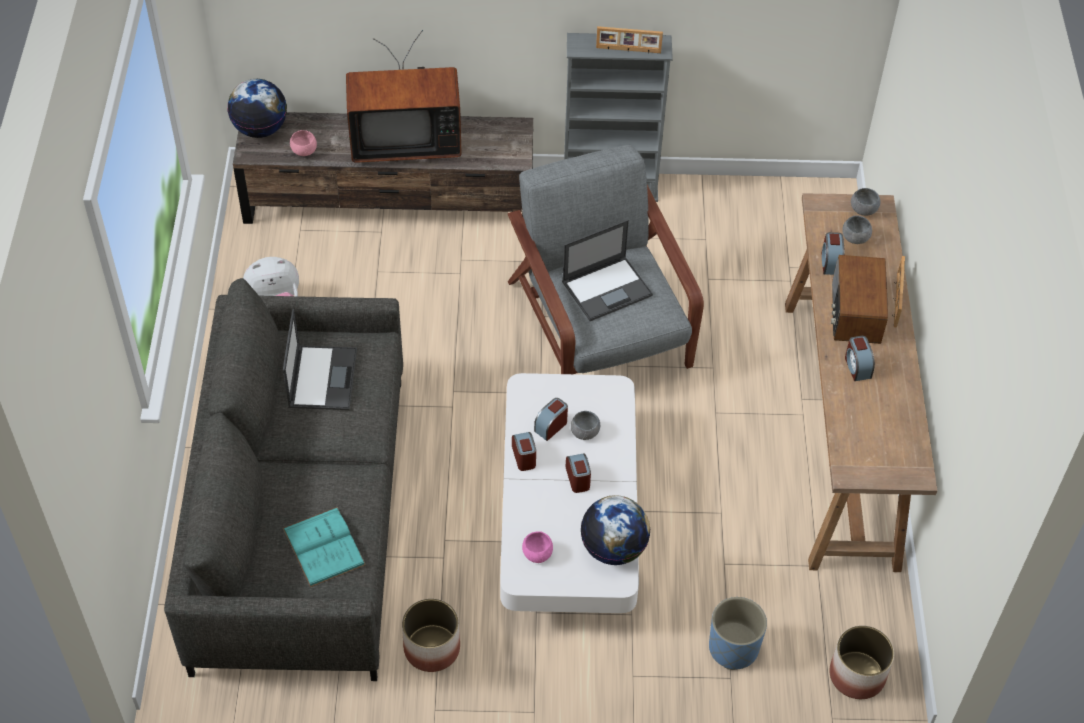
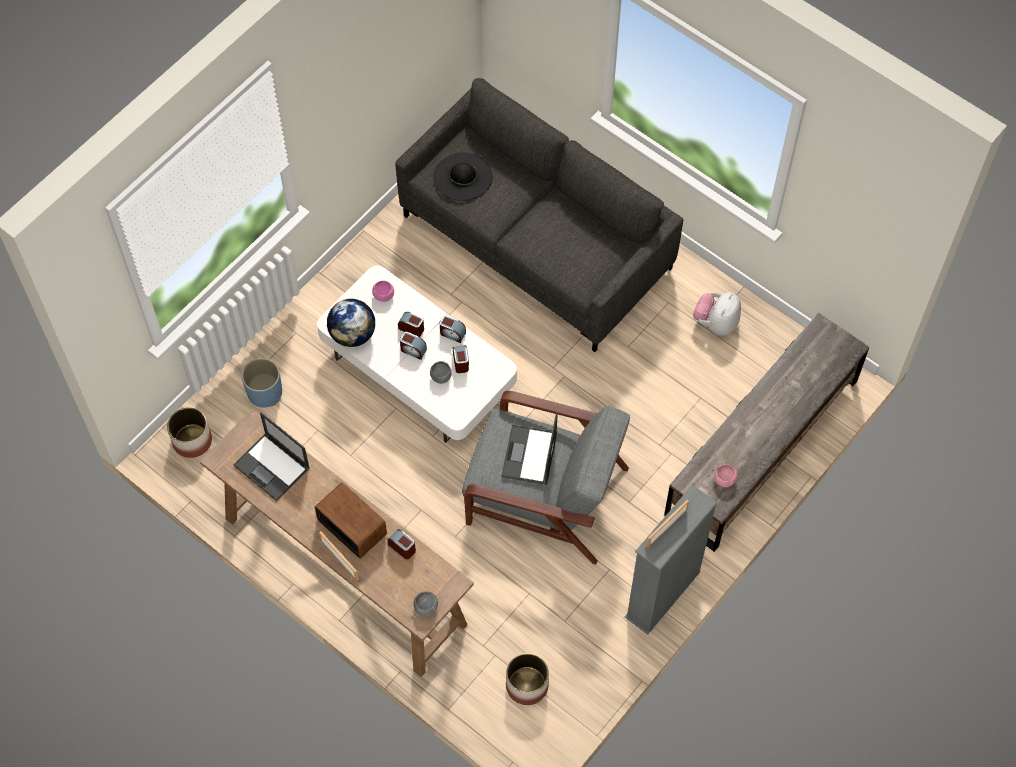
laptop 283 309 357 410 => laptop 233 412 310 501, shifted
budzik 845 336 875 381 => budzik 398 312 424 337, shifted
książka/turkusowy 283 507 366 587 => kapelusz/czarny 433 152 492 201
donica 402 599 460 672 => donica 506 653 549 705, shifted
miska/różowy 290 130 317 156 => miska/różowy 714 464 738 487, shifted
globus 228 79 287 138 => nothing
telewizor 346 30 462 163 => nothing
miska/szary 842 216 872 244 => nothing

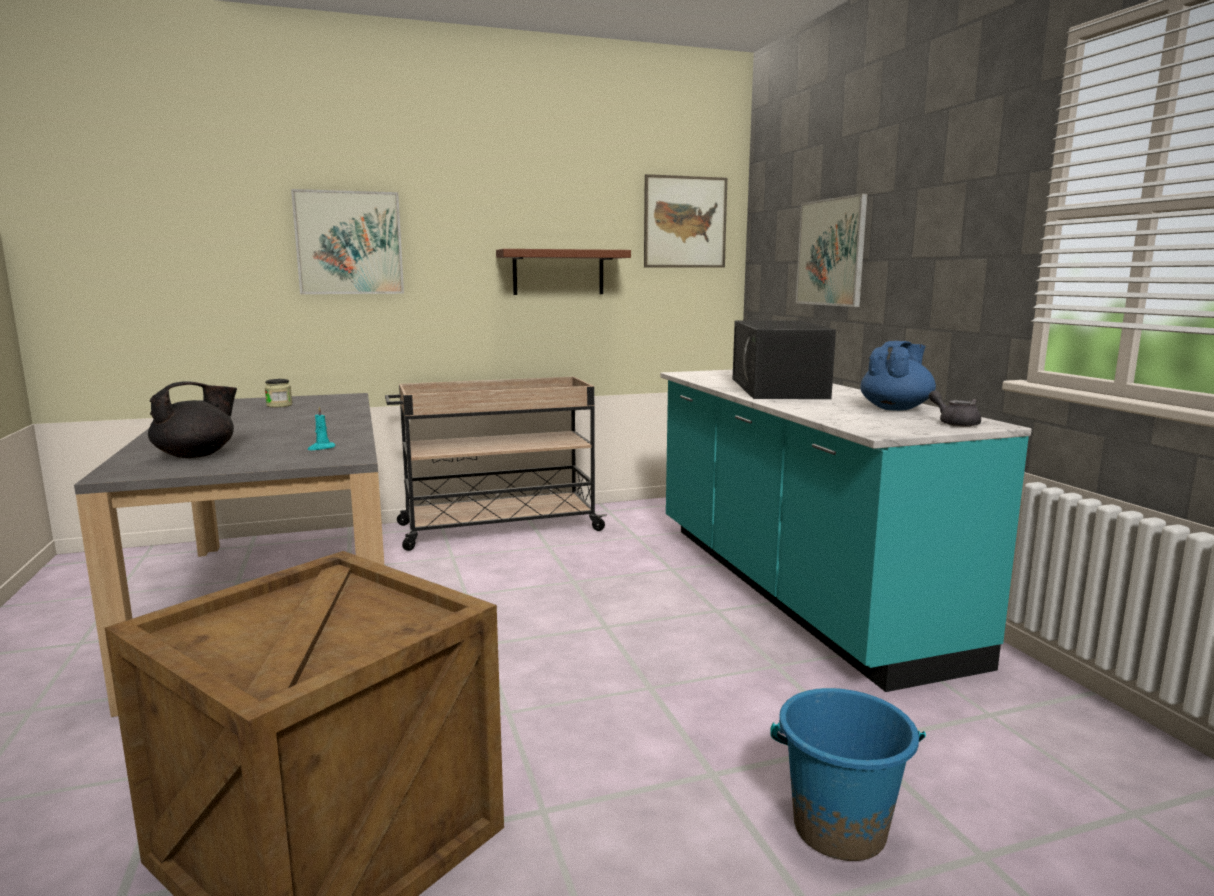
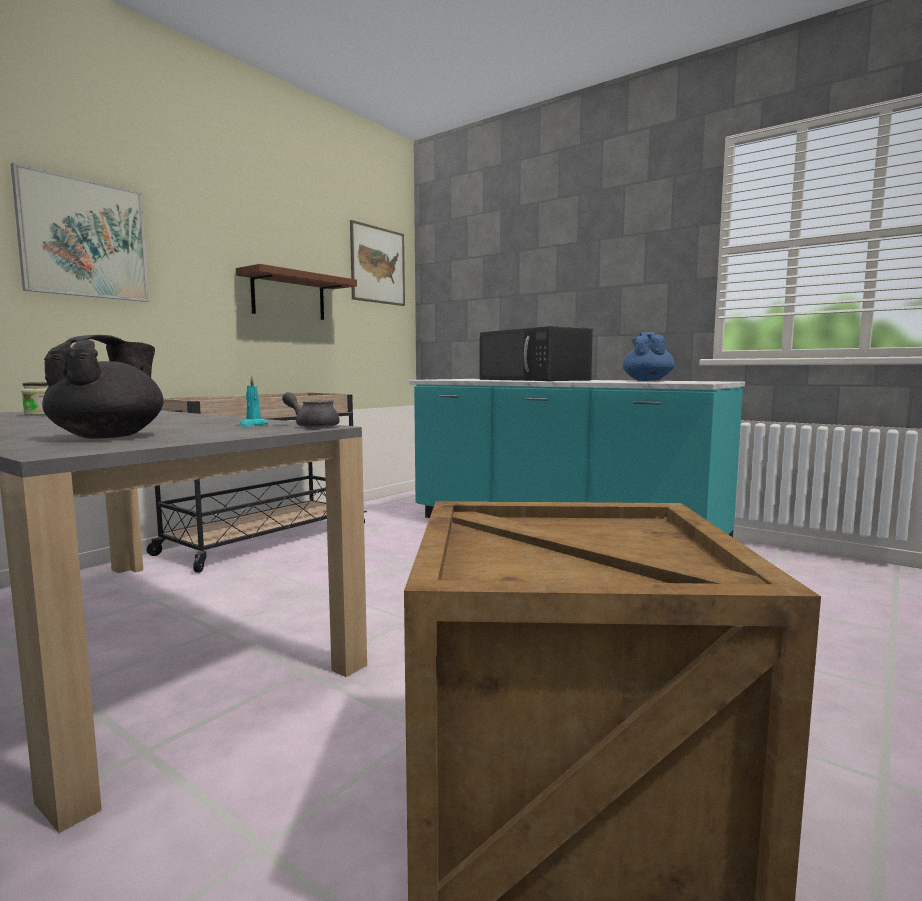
imbryk/szary 929 390 981 427 => imbryk/szary 282 392 340 428, shifted
wiadro/niebieski 770 688 926 861 => nothing
obraz 796 193 867 307 => nothing

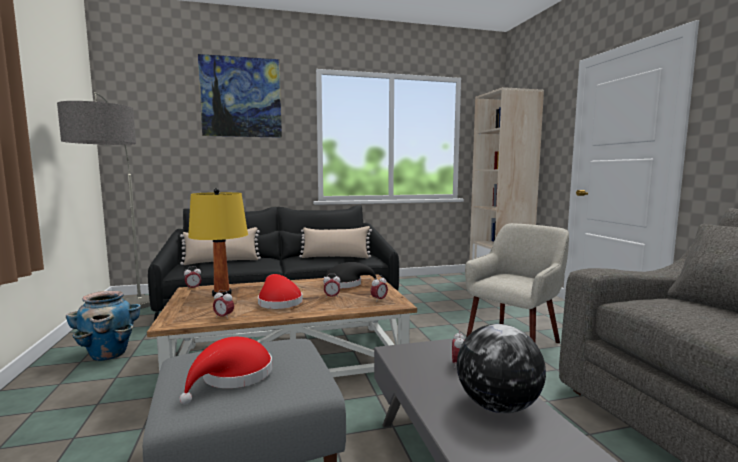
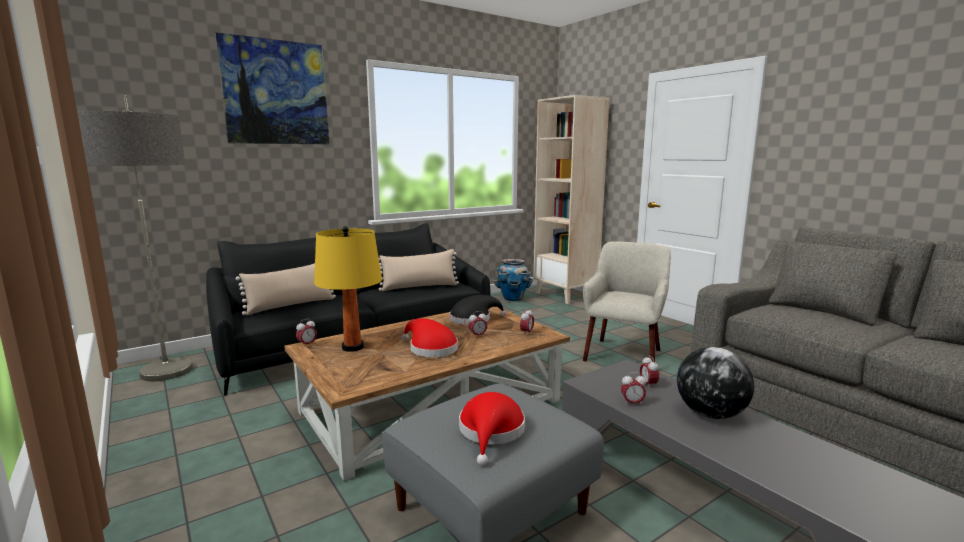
donica 66 291 141 361 => donica 493 259 533 301, shifted
budzik 213 290 234 319 => budzik 621 373 646 405, shifted

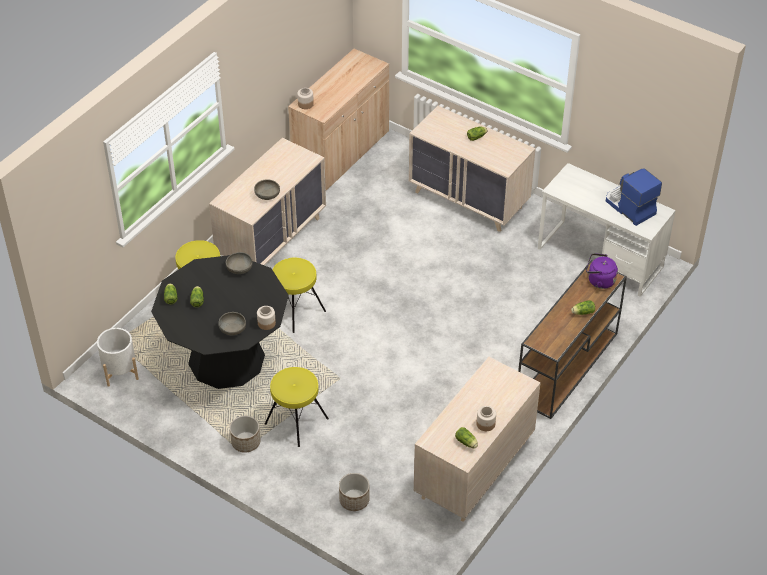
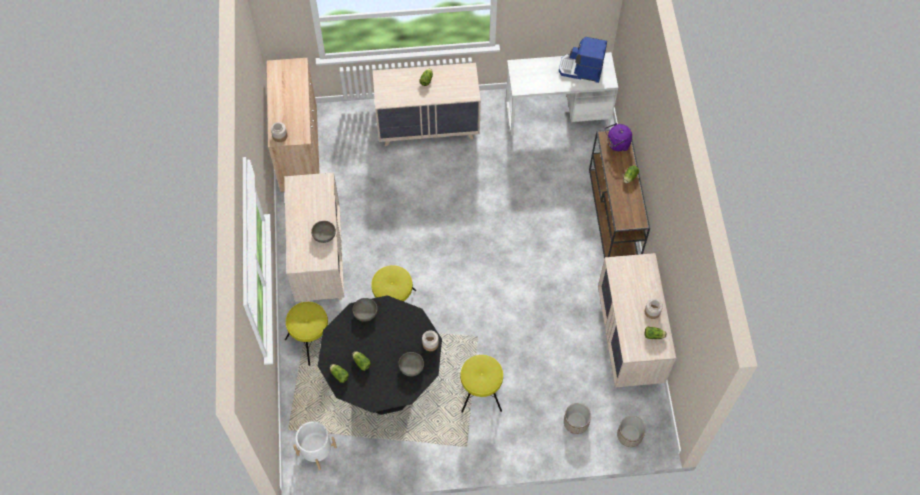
donica 230 416 261 453 => donica 617 416 646 447, shifted

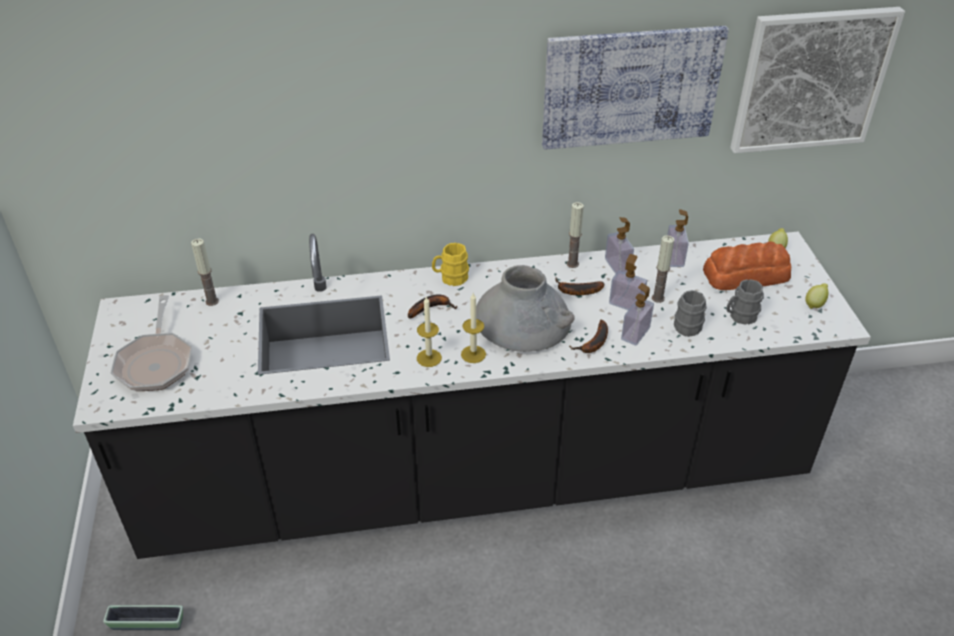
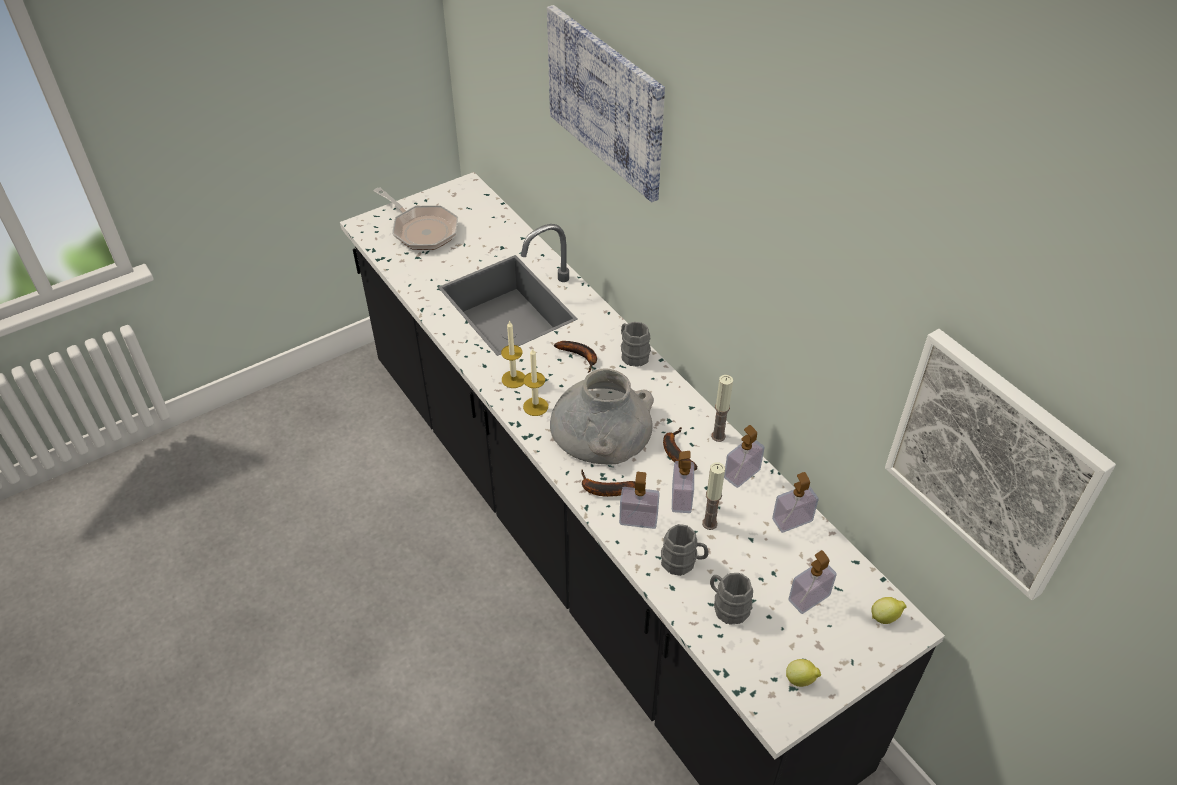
patelnia 111 295 192 391 => patelnia 374 187 458 250, 105 degrees counterclockwise
obraz 542 26 729 150 => obraz 547 5 665 203, shifted
kubek/żółty 432 243 469 286 => kubek/szary 621 322 651 367
chleb 703 241 791 290 => dozownik mydła 788 550 837 614
donica 103 605 183 630 => nothing
świeca 191 238 219 306 => nothing

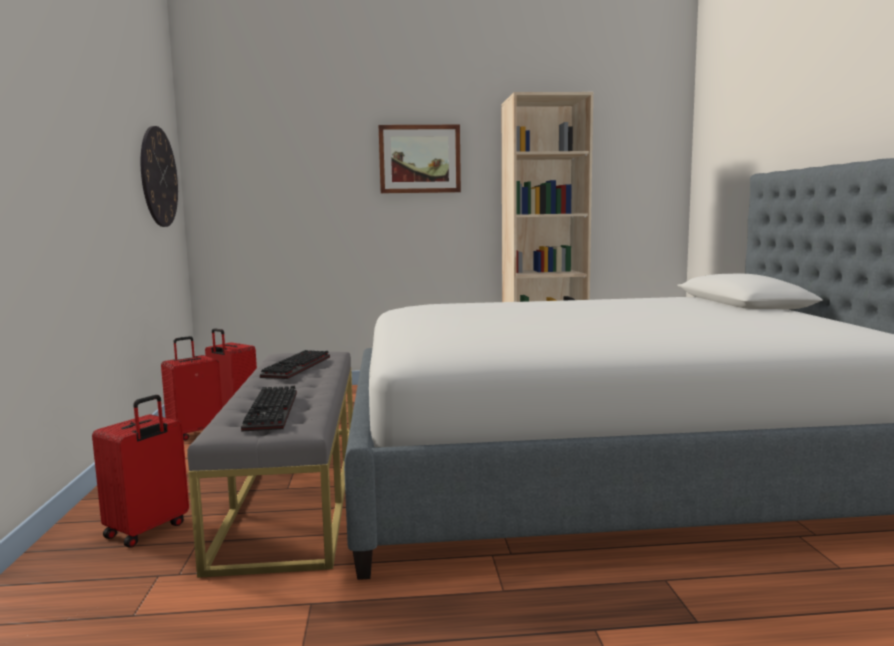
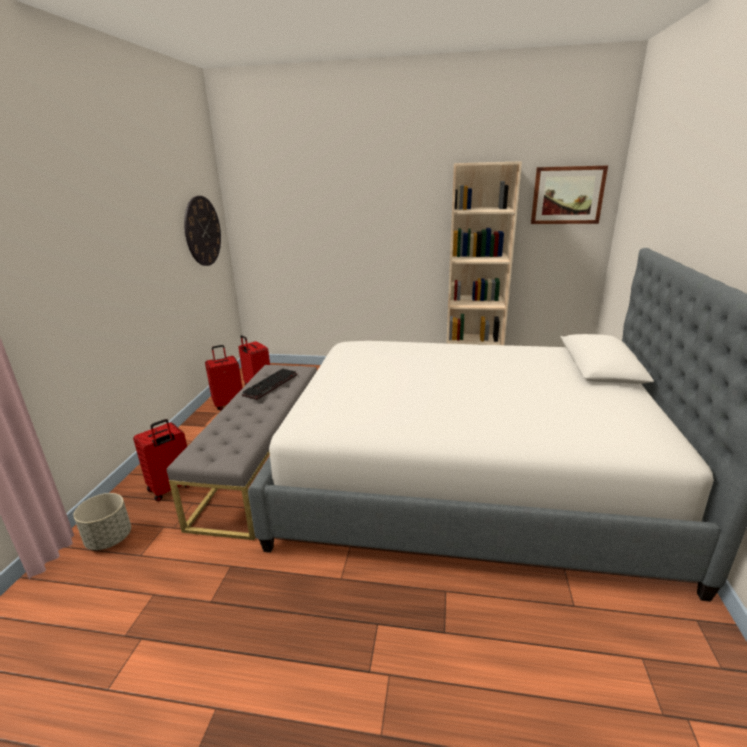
nothing => donica/szary 73 493 131 550
obraz 378 125 461 193 => obraz 531 166 608 224, shifted
klawiatura 241 385 297 432 => nothing

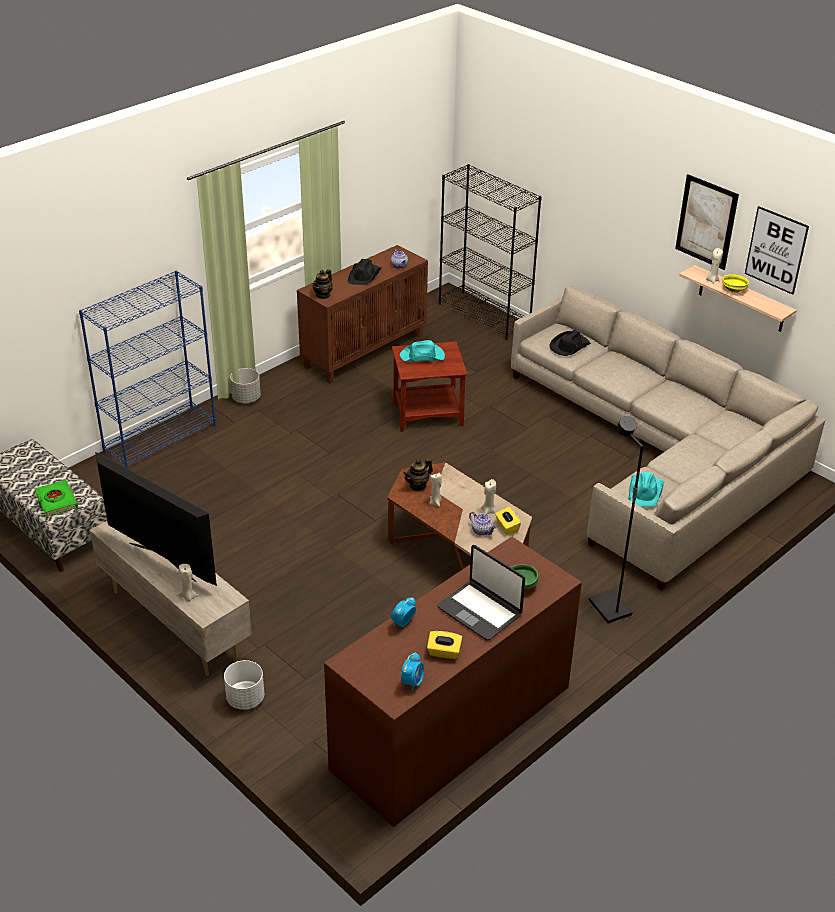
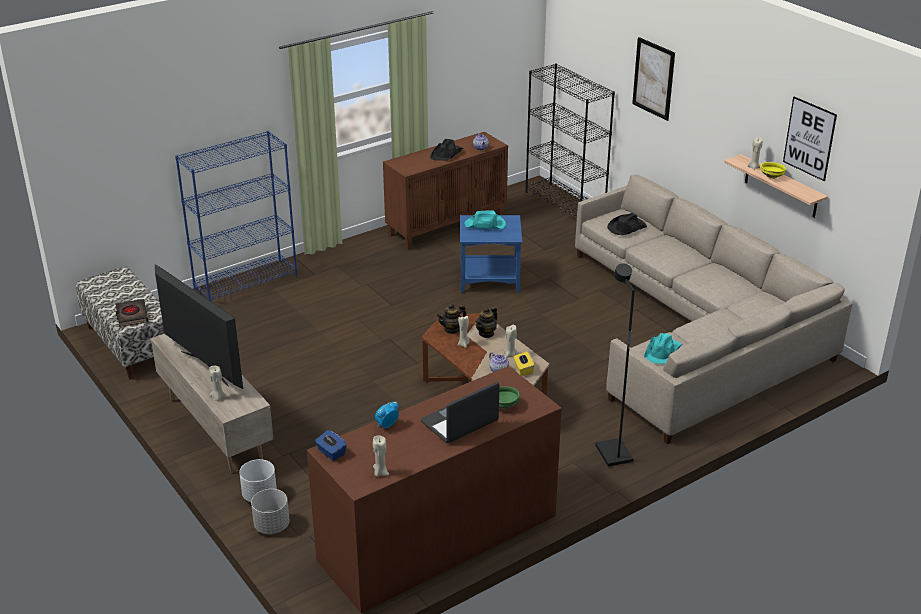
książka/zielony 35 480 78 517 => książka/czarny 115 299 149 327
donica/szary 230 368 261 403 => donica/szary 251 489 289 534, shifted
nothing => pudełko chusteczek/niebieski 315 430 347 461
budzik 401 652 424 692 => świeca/beżowy 373 435 389 477
laptop 437 545 525 641 => laptop 420 382 499 443, 90 degrees clockwise
stolik/brązowy 392 342 468 432 => stolik/niebieski 460 215 522 293
imbryk 313 269 333 299 => imbryk 476 307 497 338, shifted
obraz 675 174 739 270 => obraz 632 37 675 121, shifted
pudełko chusteczek/żółty 427 631 462 659 => nothing

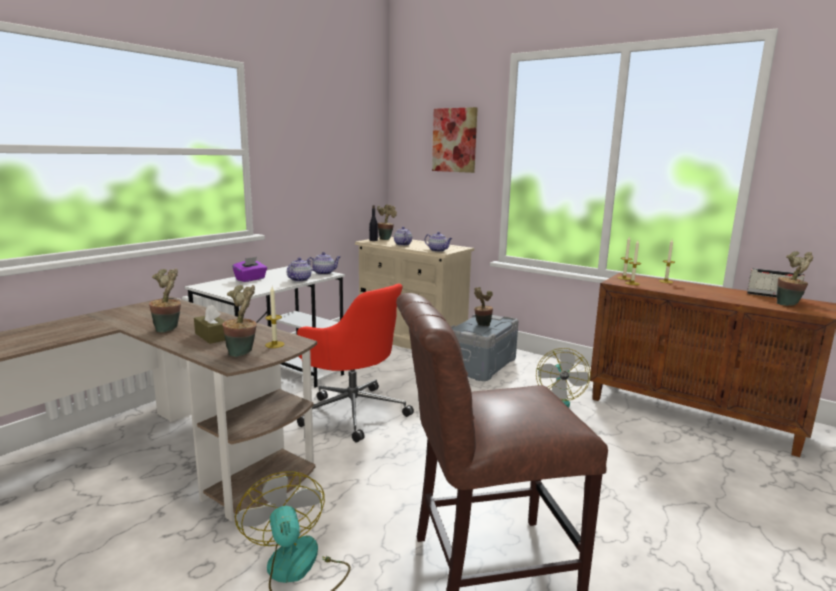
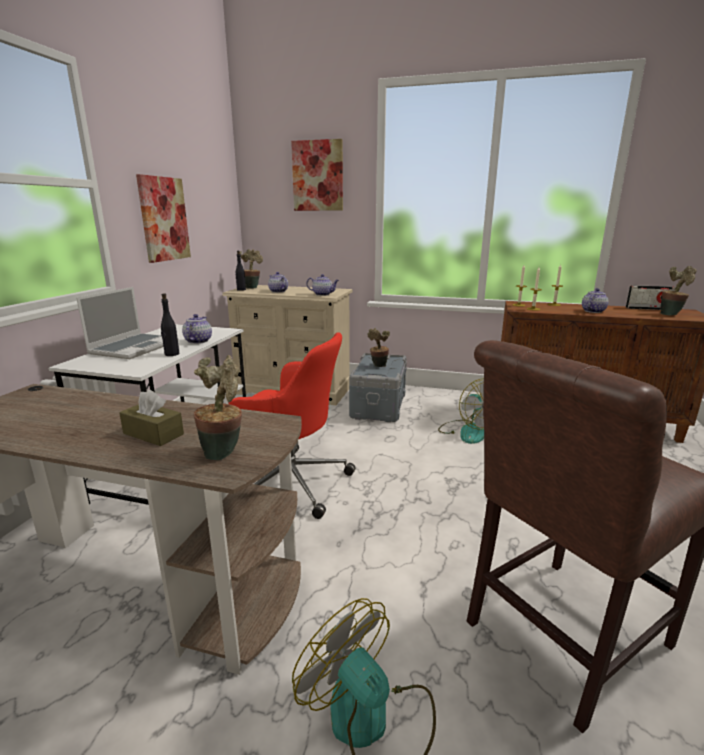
pudełko chusteczek/fioletowy 232 257 267 282 => laptop 76 287 178 359
nothing => obraz 136 174 191 263
nothing => butelka/czarny 161 293 179 356
imbryk 307 252 340 275 => imbryk 582 288 609 313, shifted
roślina doniczkowa 149 268 181 333 => nothing
świeca 265 286 285 348 => nothing

